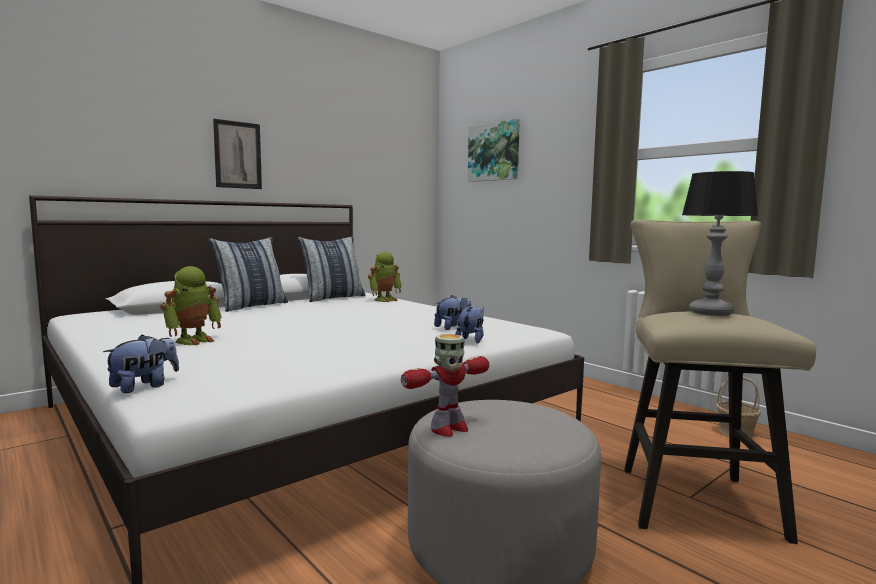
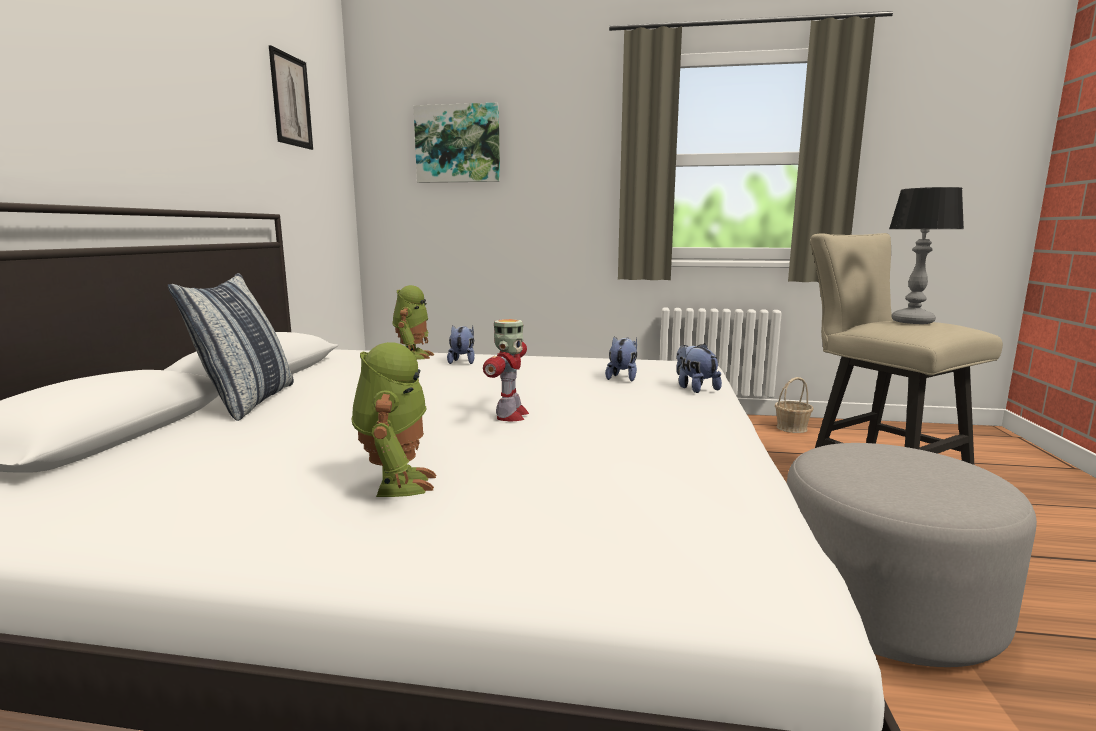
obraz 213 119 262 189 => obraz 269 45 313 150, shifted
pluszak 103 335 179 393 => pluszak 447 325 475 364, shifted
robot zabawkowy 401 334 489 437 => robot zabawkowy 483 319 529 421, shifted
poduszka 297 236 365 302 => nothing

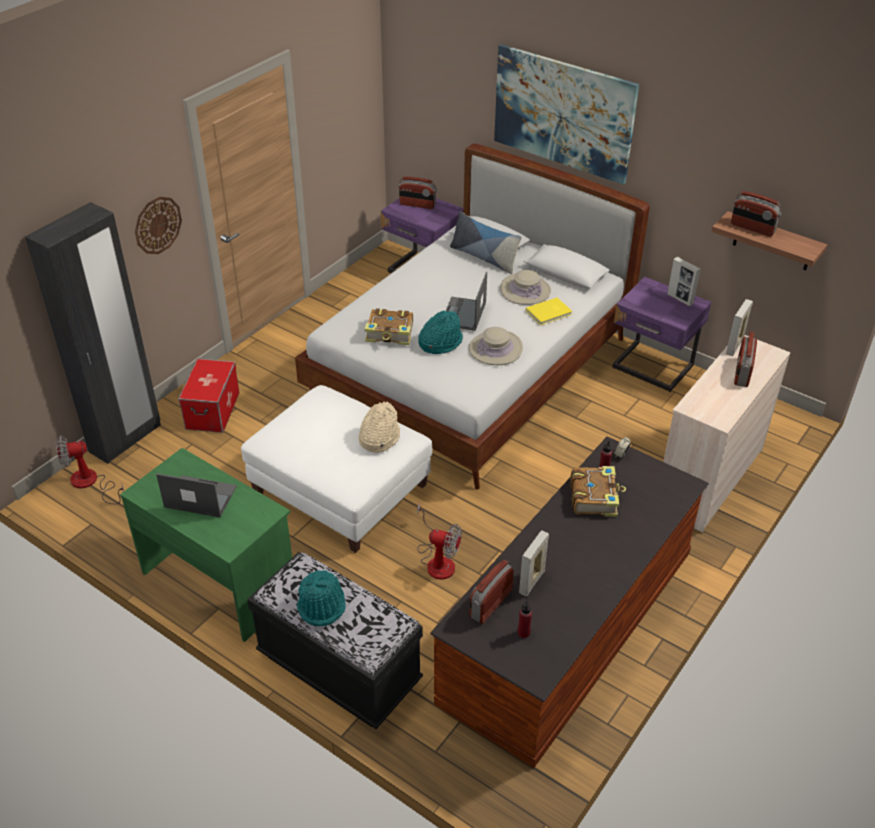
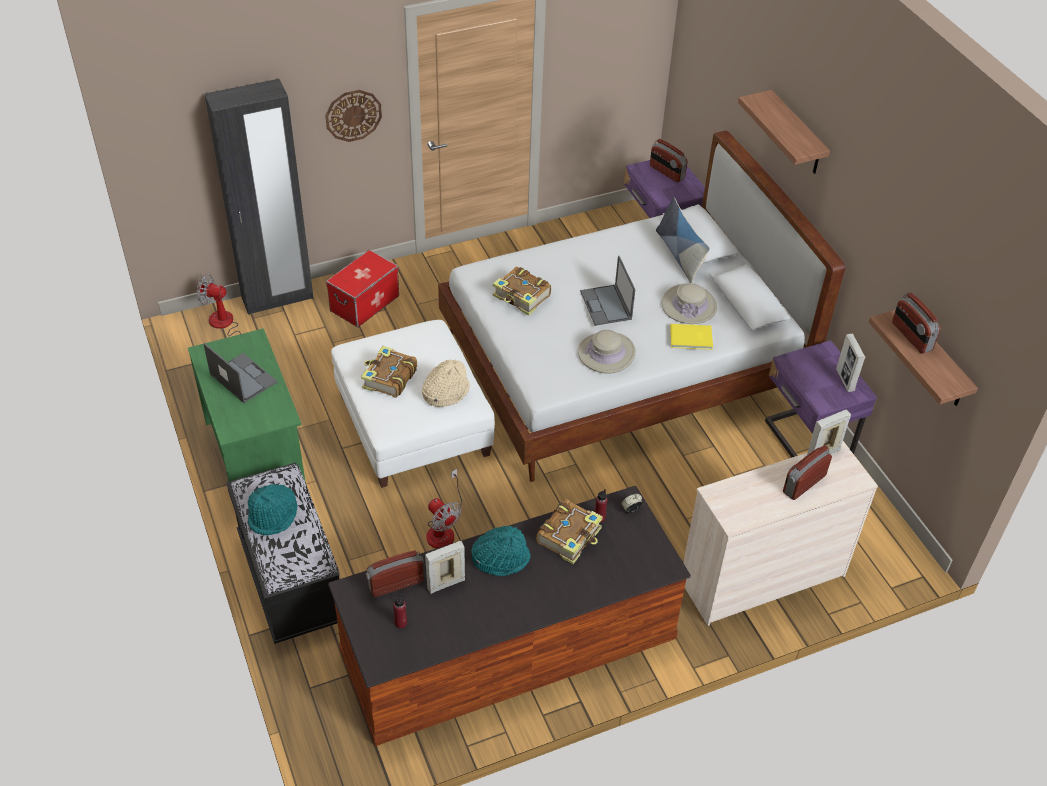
nothing => książka 361 346 417 398
kapelusz/turkusowy 418 311 463 354 => kapelusz/turkusowy 472 526 530 576, shifted
laptop 446 272 487 331 => laptop 580 256 635 326, 60 degrees counterclockwise
obraz 494 44 639 185 => półka 738 90 830 174

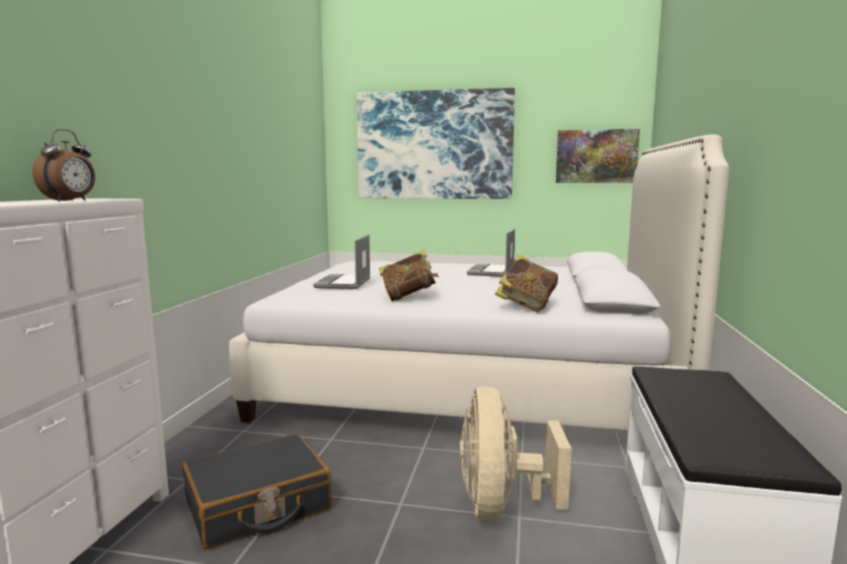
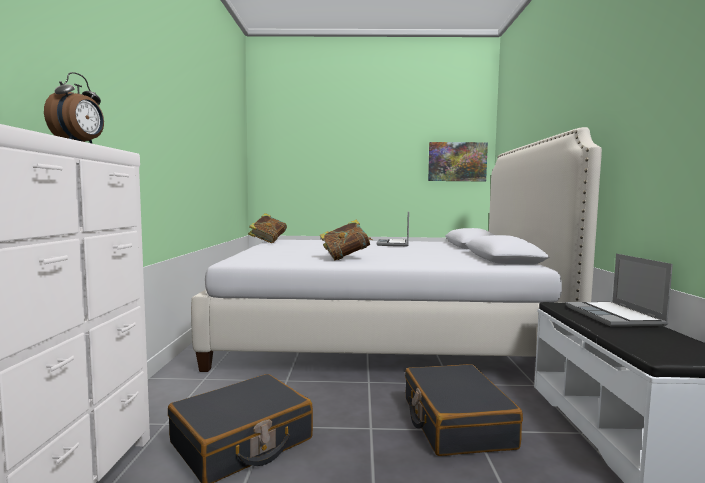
książka 495 254 558 312 => książka 248 213 287 243, shifted
wentylator/beżowy 460 386 572 520 => walizka/czarny 405 364 523 456
laptop 313 234 370 289 => laptop 566 254 673 326, shifted
obraz 357 88 515 199 => nothing

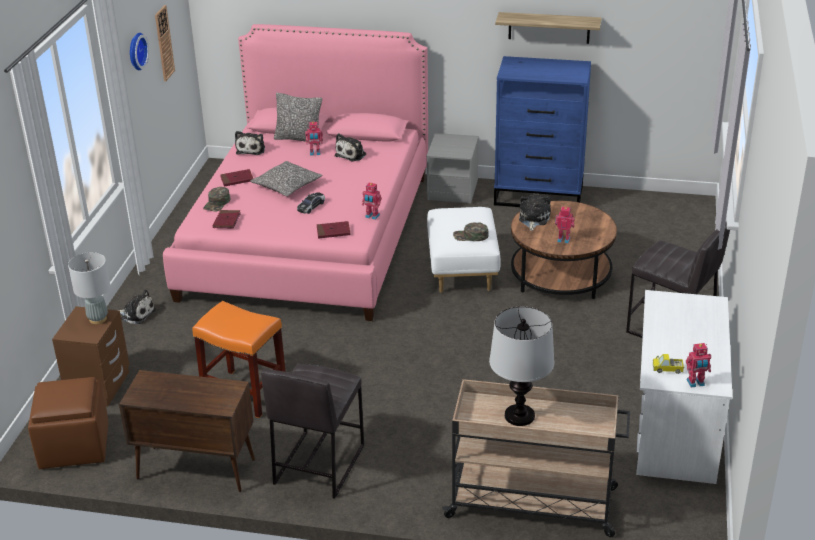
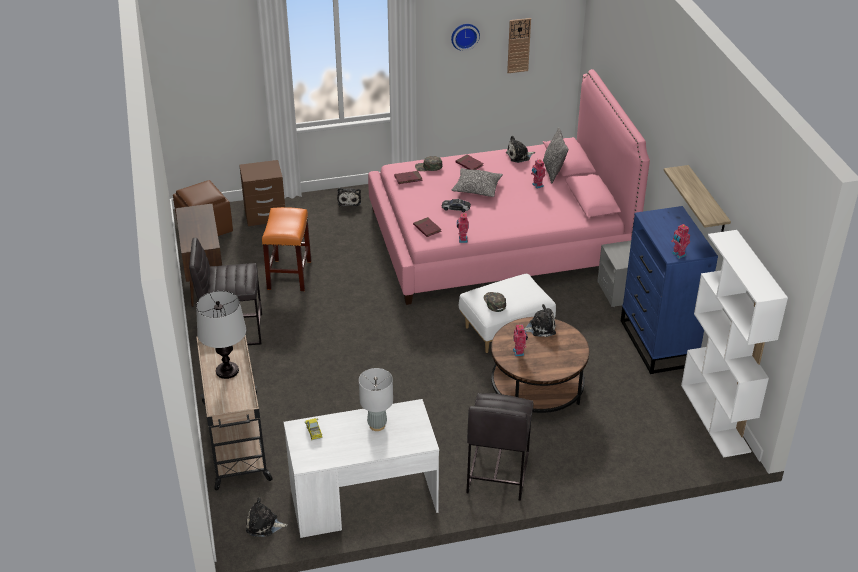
pluszak 335 133 366 161 => pluszak 246 497 288 537, shifted
lampa stołowa/szary 68 252 110 324 => lampa stołowa/szary 359 368 393 431, shifted
robot zabawkowy 686 343 711 387 => robot zabawkowy 671 224 690 259, shifted
nothing => regał/biały 681 230 788 458

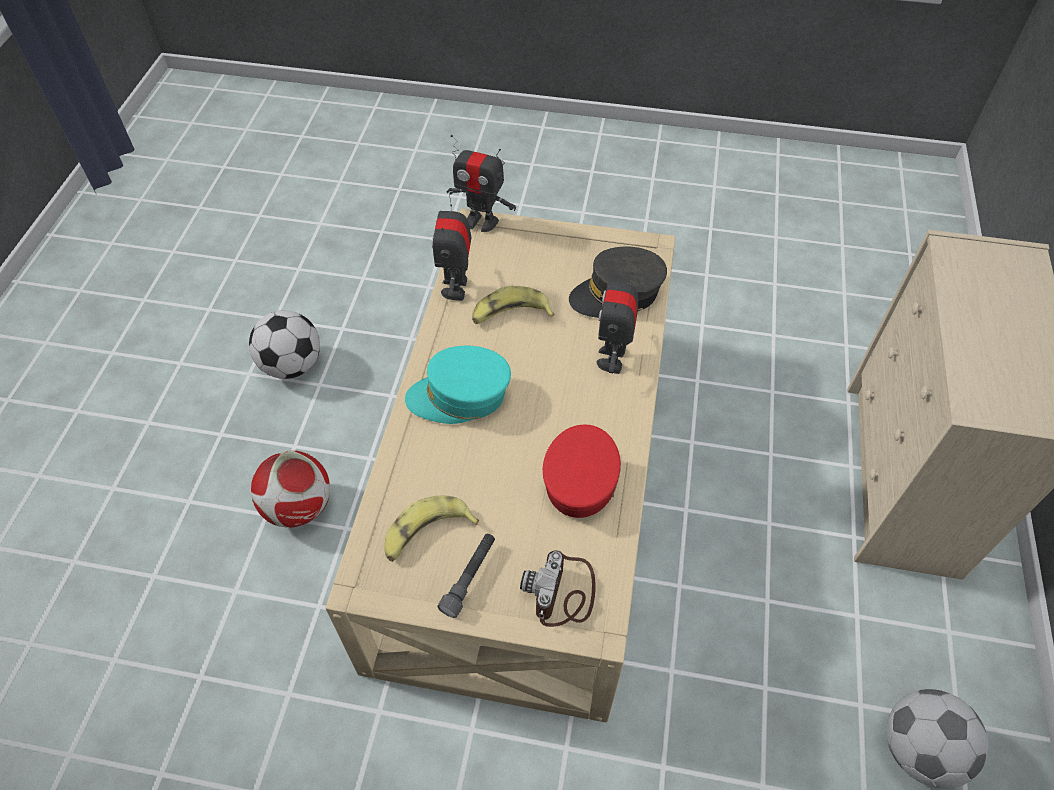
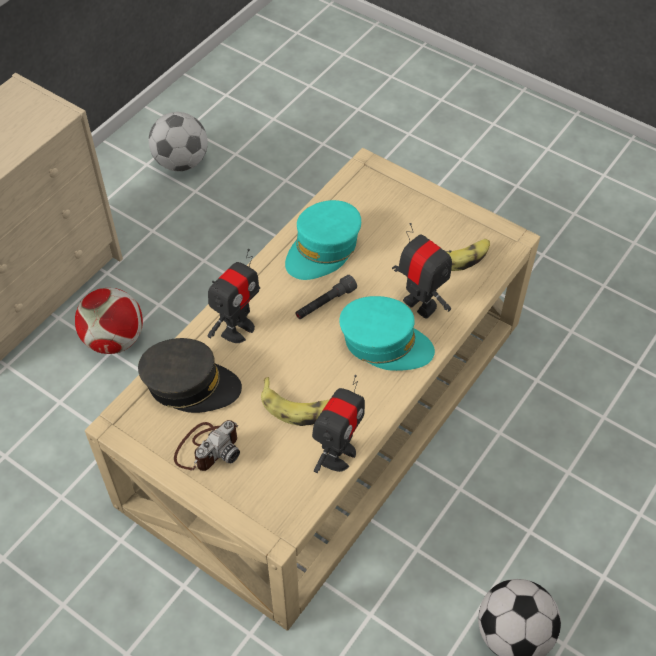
piłka futbolowa 251 450 330 528 => piłka futbolowa 75 288 143 354, shifted
aparat fotograficzny 520 550 595 627 => aparat fotograficzny 174 420 240 471, shifted
czapka z daszkiem/czerwony 543 425 621 518 => czapka z daszkiem/turkusowy 285 200 361 280
latarka/szary 437 534 495 618 => latarka/szary 295 275 357 319, shifted
robot zabawkowy 447 135 516 232 => robot zabawkowy 392 223 452 318, shifted

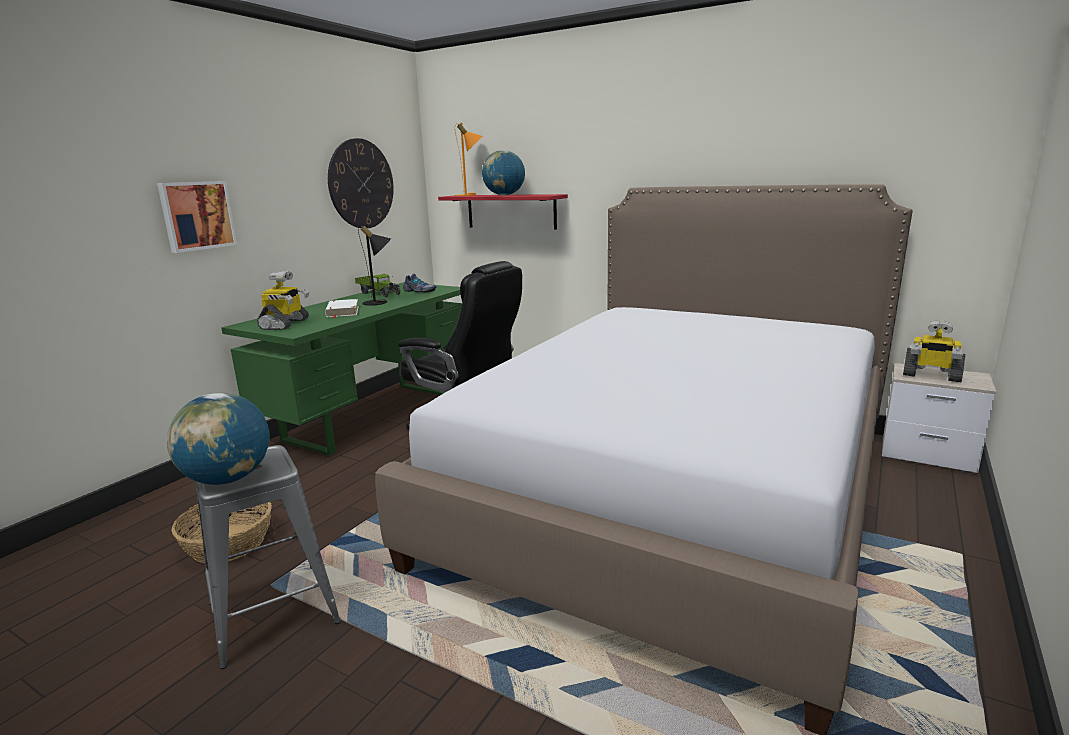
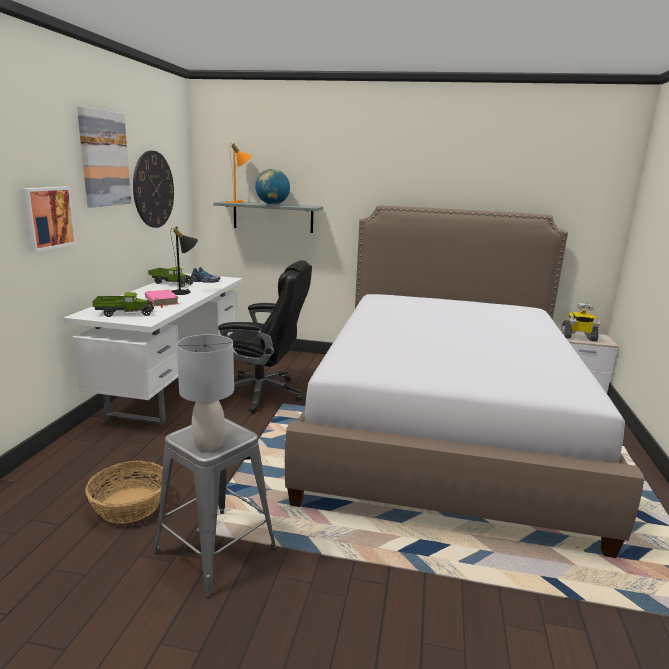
biurko/zielony 221 282 462 456 => biurko/biały 63 273 242 425
nothing => obraz 77 106 131 207
robot zabawkowy 257 271 309 330 => ciężarówka zabawkowa 92 292 153 317
książka/biały 325 299 359 319 => książka/różowy 145 290 179 308
globus 167 393 270 485 => lampa stołowa/szary 176 334 234 451
półka/czerwony 438 194 568 230 => półka/szary 213 201 323 233

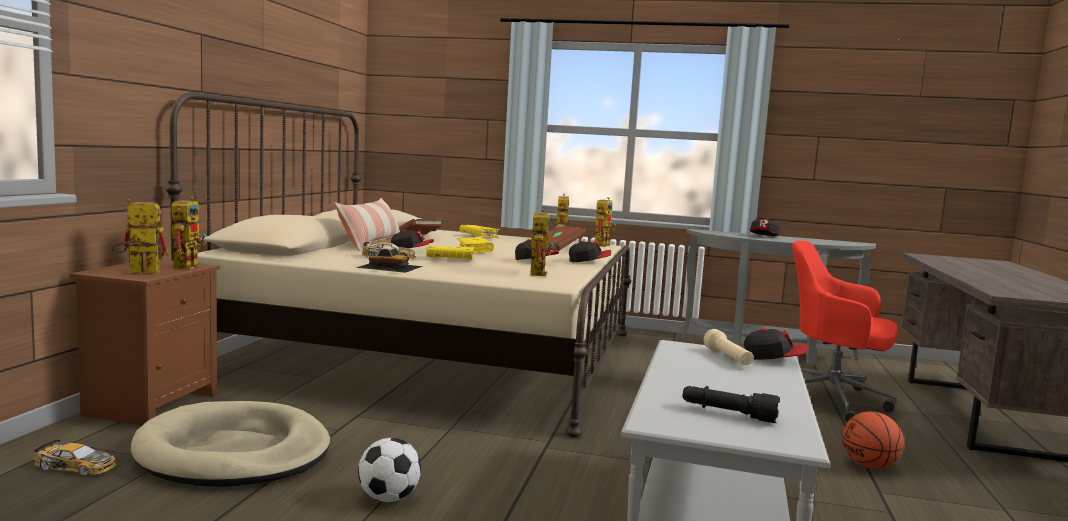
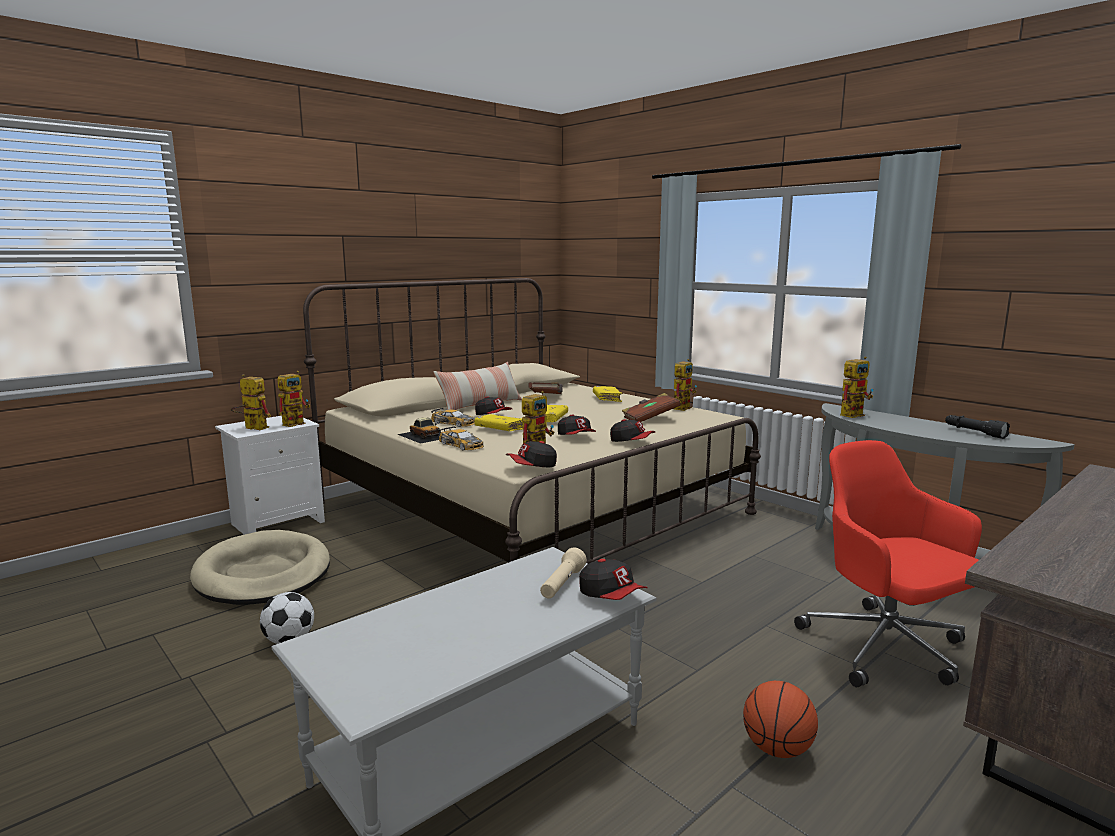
szafka nocna/brązowy 69 260 220 425 => szafka nocna/biały 215 416 325 535
samochodzik 34 439 116 476 => samochodzik 439 427 484 450, shifted
czapka z daszkiem 750 218 779 236 => czapka z daszkiem 506 441 557 467, shifted
robot zabawkowy 595 197 616 247 => robot zabawkowy 840 357 874 418, shifted
latarka/czarny 683 386 780 423 => latarka/czarny 945 415 1010 439, shifted

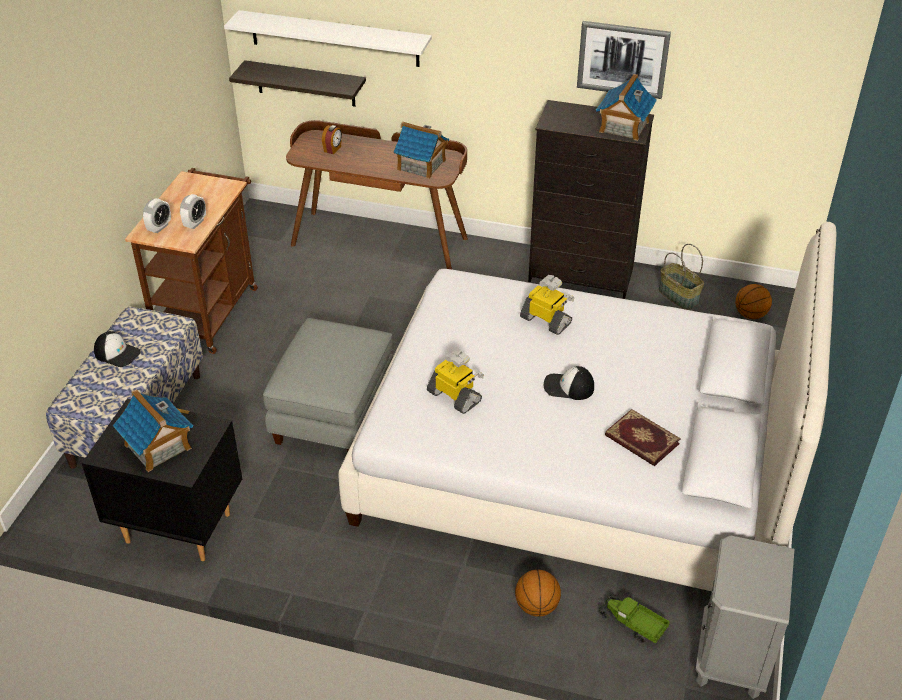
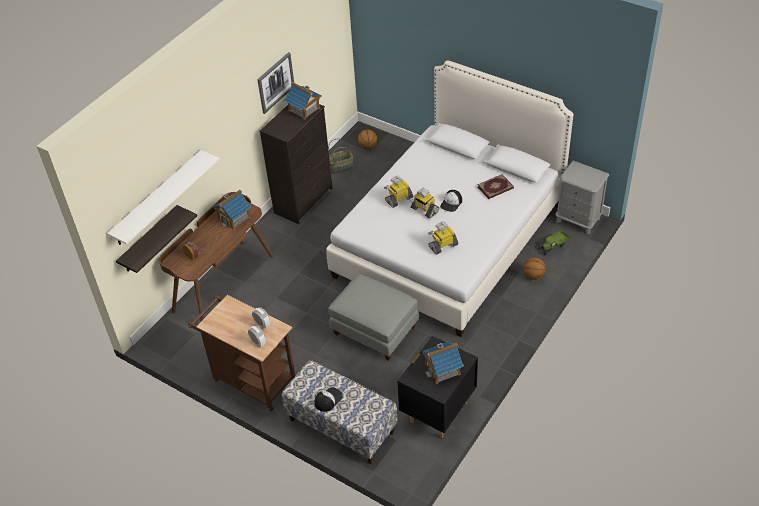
nothing => robot zabawkowy 410 188 439 218

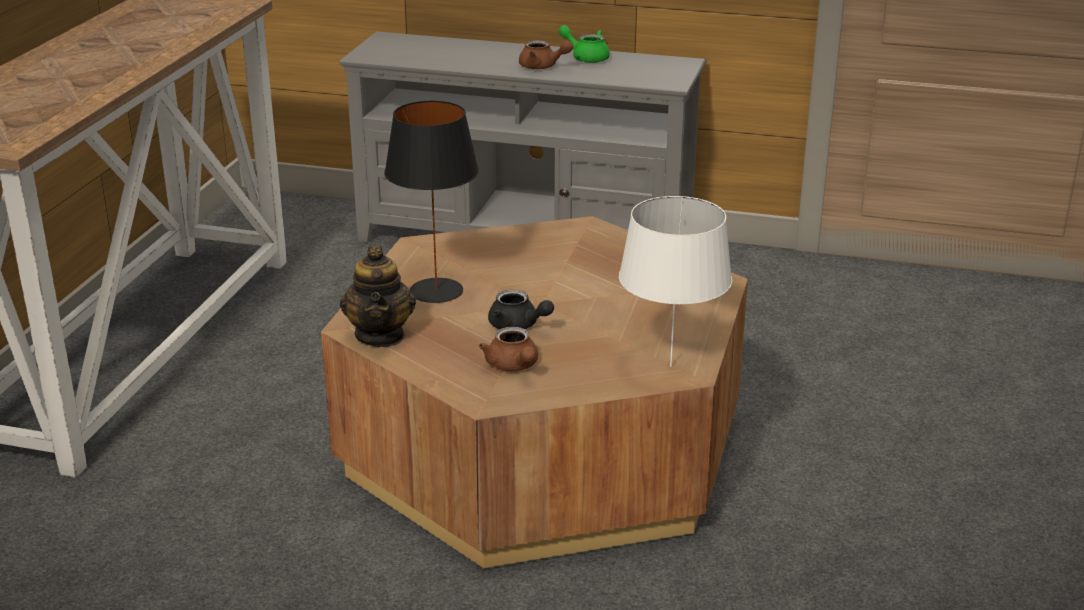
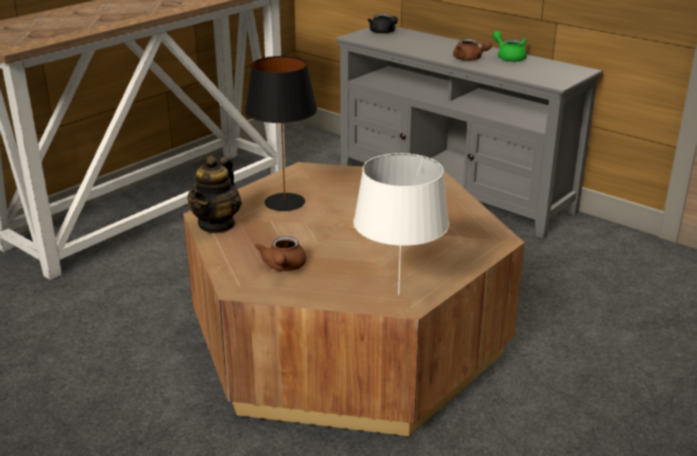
imbryk/czarny 488 290 554 329 => imbryk/czarny 368 14 398 34, shifted

